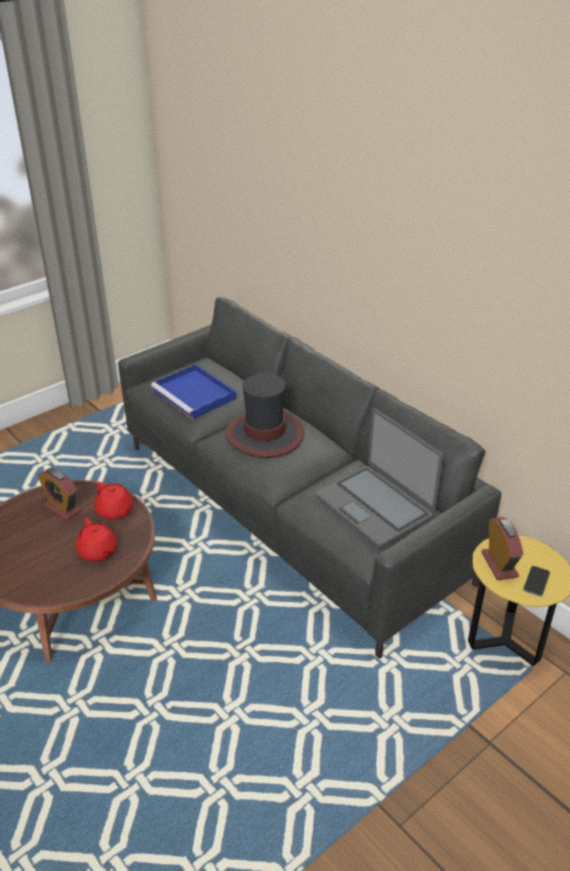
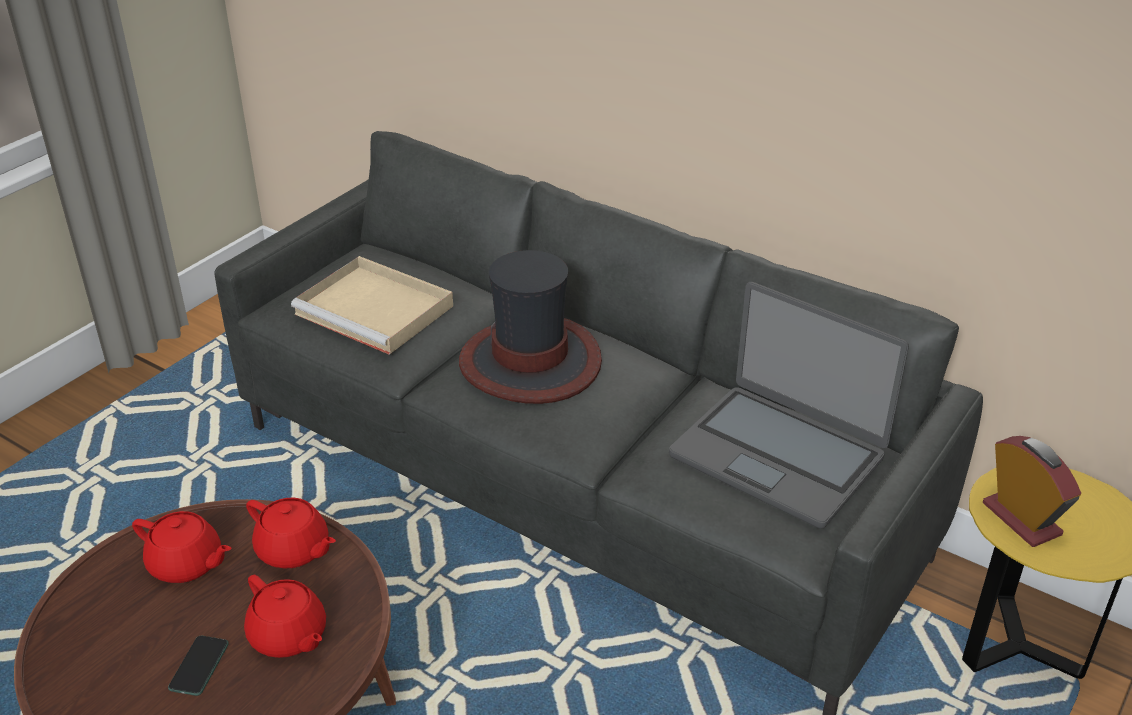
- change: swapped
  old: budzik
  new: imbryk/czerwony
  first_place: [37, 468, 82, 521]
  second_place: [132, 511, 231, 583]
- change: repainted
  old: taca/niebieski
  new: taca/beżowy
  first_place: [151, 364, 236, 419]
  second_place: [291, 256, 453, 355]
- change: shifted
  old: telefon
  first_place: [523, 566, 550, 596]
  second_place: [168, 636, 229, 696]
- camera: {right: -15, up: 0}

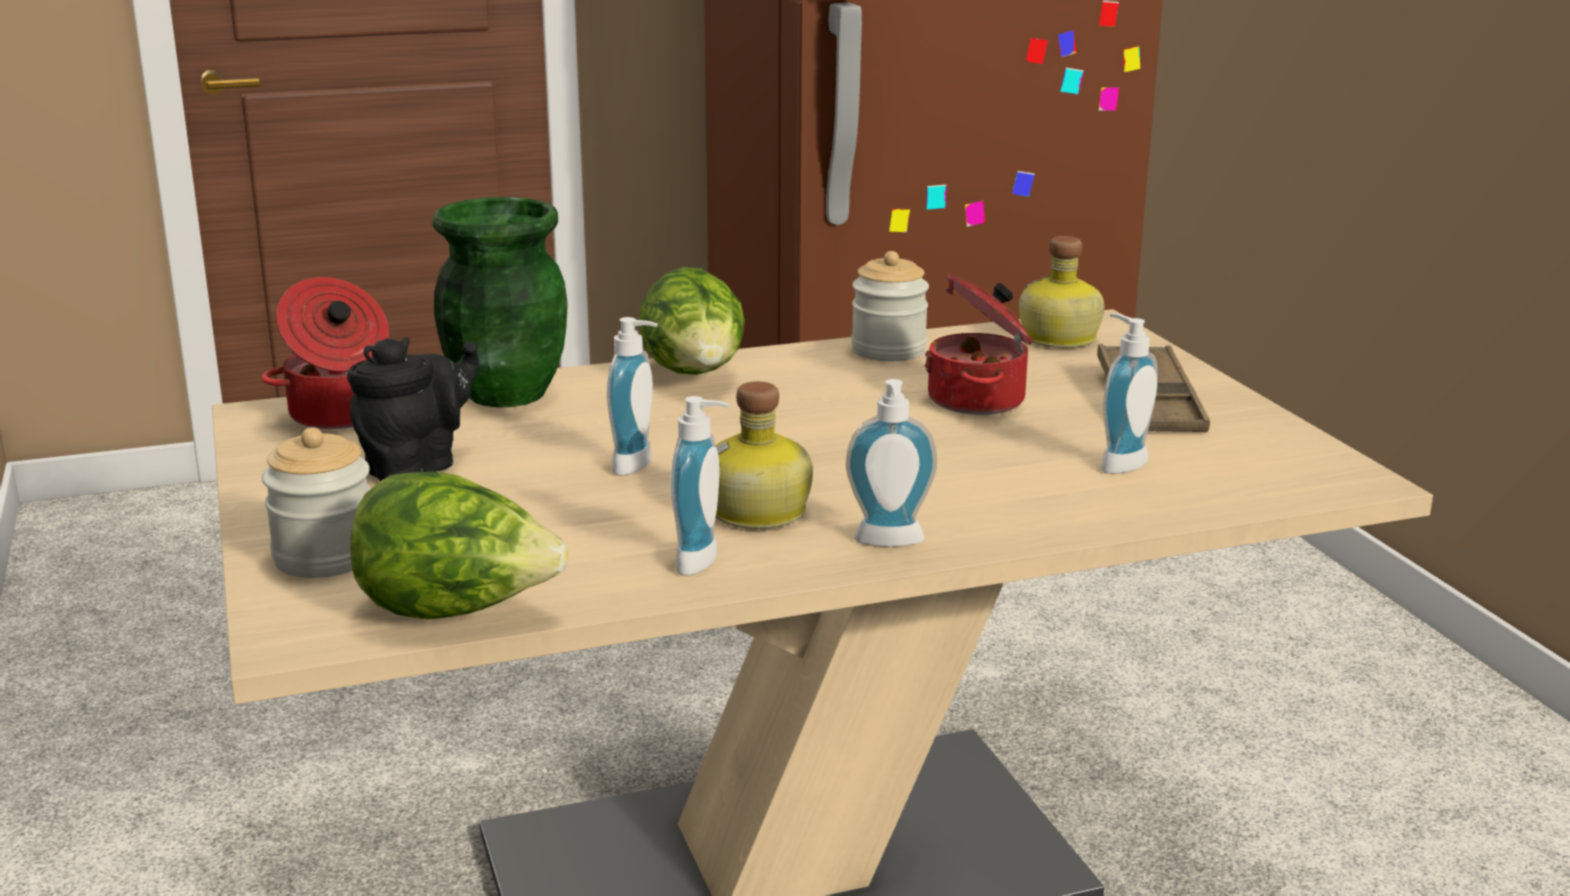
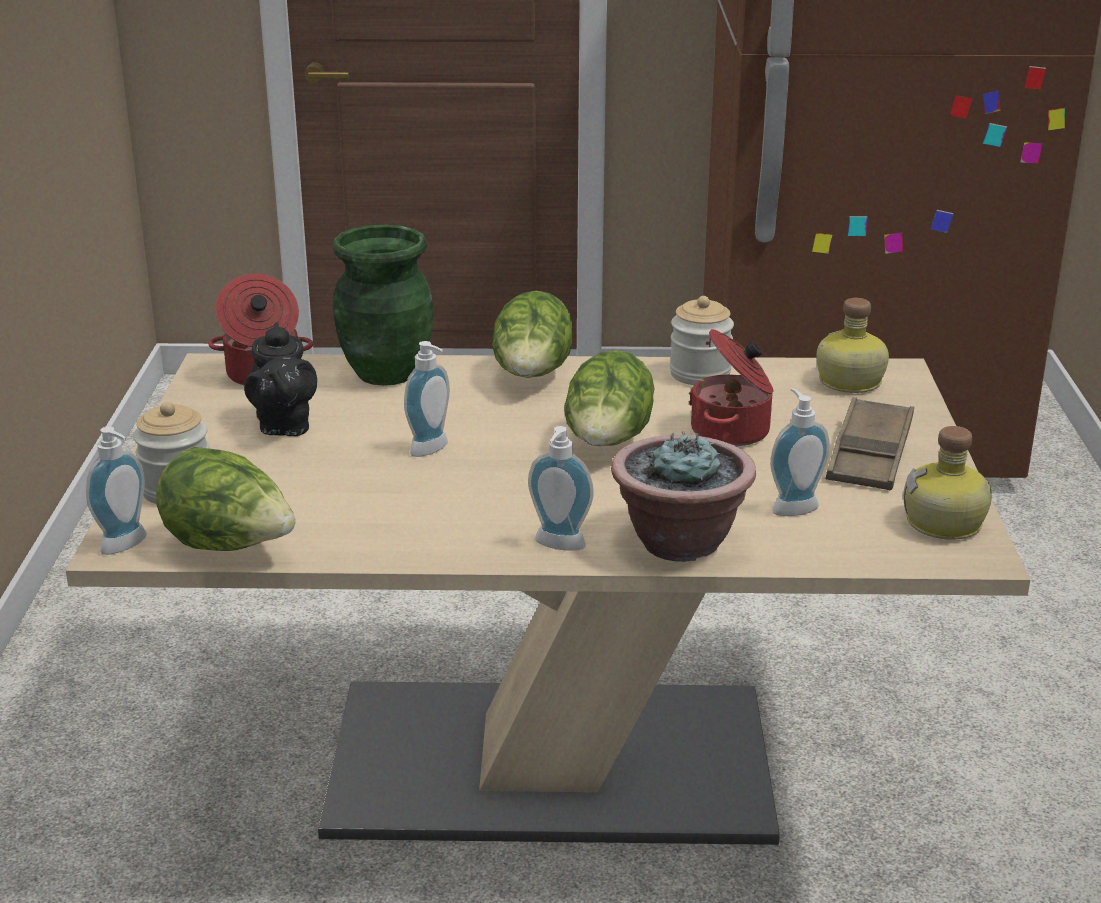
- change: rotated
  old: imbryk/czarny
  first_place: [347, 337, 479, 481]
  second_place: [244, 322, 317, 436]
  degrees: 105
- change: shifted
  old: dozownik mydła
  first_place: [670, 396, 730, 575]
  second_place: [86, 426, 147, 555]
- change: shifted
  old: butelka
  first_place: [716, 381, 813, 529]
  second_place: [903, 426, 992, 540]
- change: new
  new: sałata
  second_place: [564, 350, 655, 446]
- change: new
  new: roślina doniczkowa
  second_place: [611, 431, 756, 562]
- camera: {right: 20, up: 5}

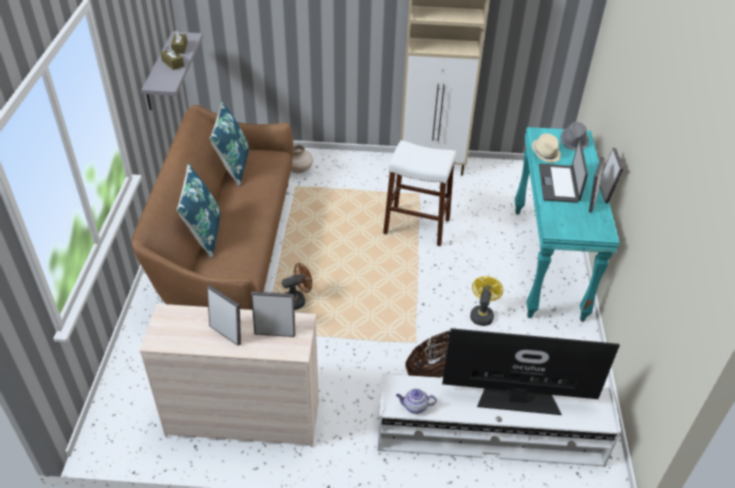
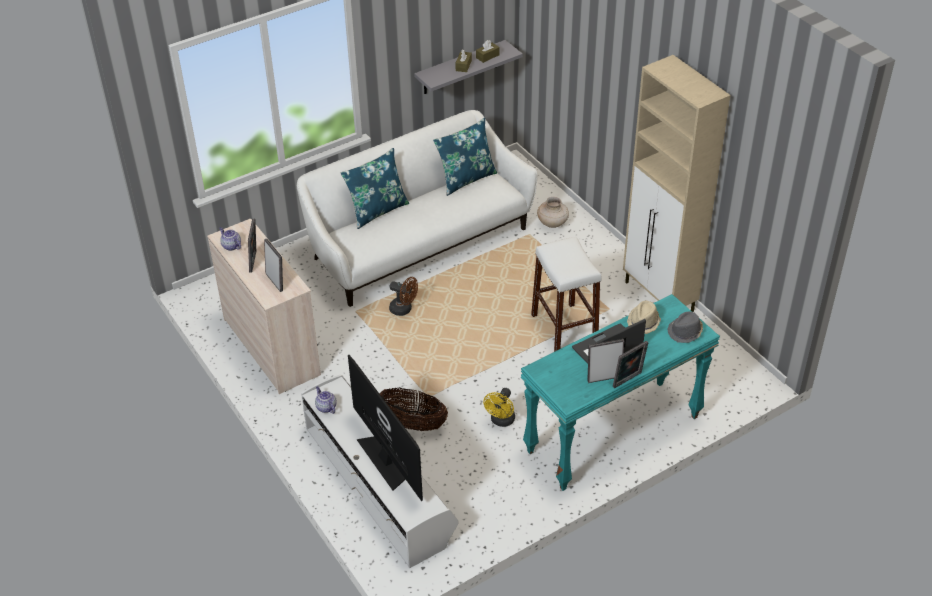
- change: repainted
  old: kanapa/brązowy
  new: kanapa/biały
  first_place: [131, 105, 293, 310]
  second_place: [297, 110, 537, 307]
- change: rotated
  old: wentylator/żółty
  first_place: [470, 276, 503, 326]
  second_place: [483, 388, 515, 427]
  degrees: 135
- change: new
  new: imbryk
  second_place: [219, 227, 241, 251]
- camera: {right: 55, up: 0}

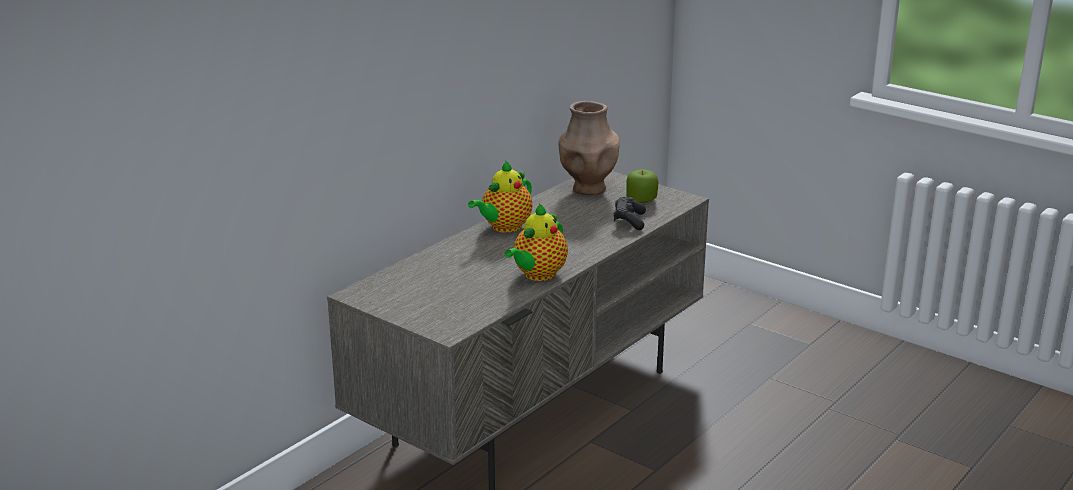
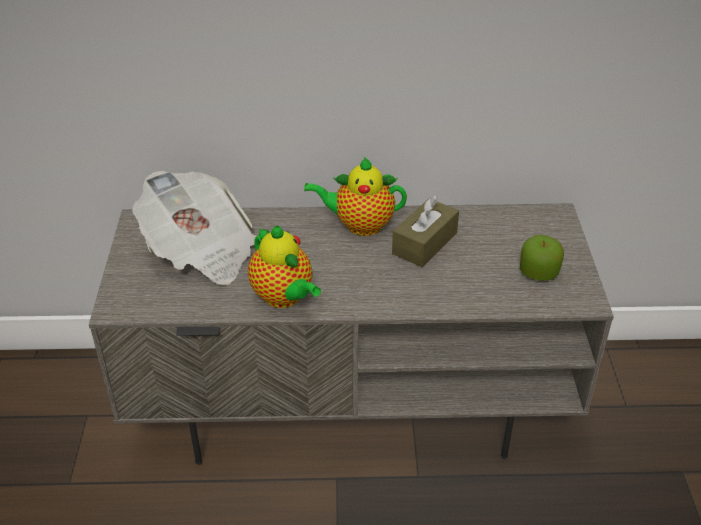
- change: rotated
  old: imbryk
  first_place: [505, 204, 568, 281]
  second_place: [248, 225, 321, 308]
  degrees: -120
- change: gone
  old: wazon/brązowy
  first_place: [559, 101, 620, 195]
- change: gone
  old: pad do gier/czarny
  first_place: [614, 197, 646, 230]
- change: new
  new: gazeta
  second_place: [133, 170, 256, 285]
- change: new
  new: pudełko chusteczek/brązowy
  second_place: [392, 195, 459, 267]
- camera: {right: 50, up: 15}

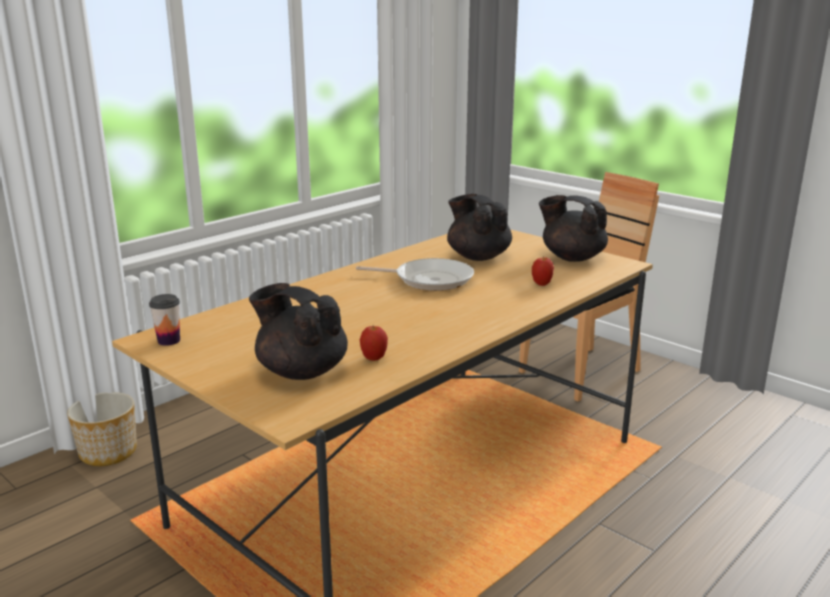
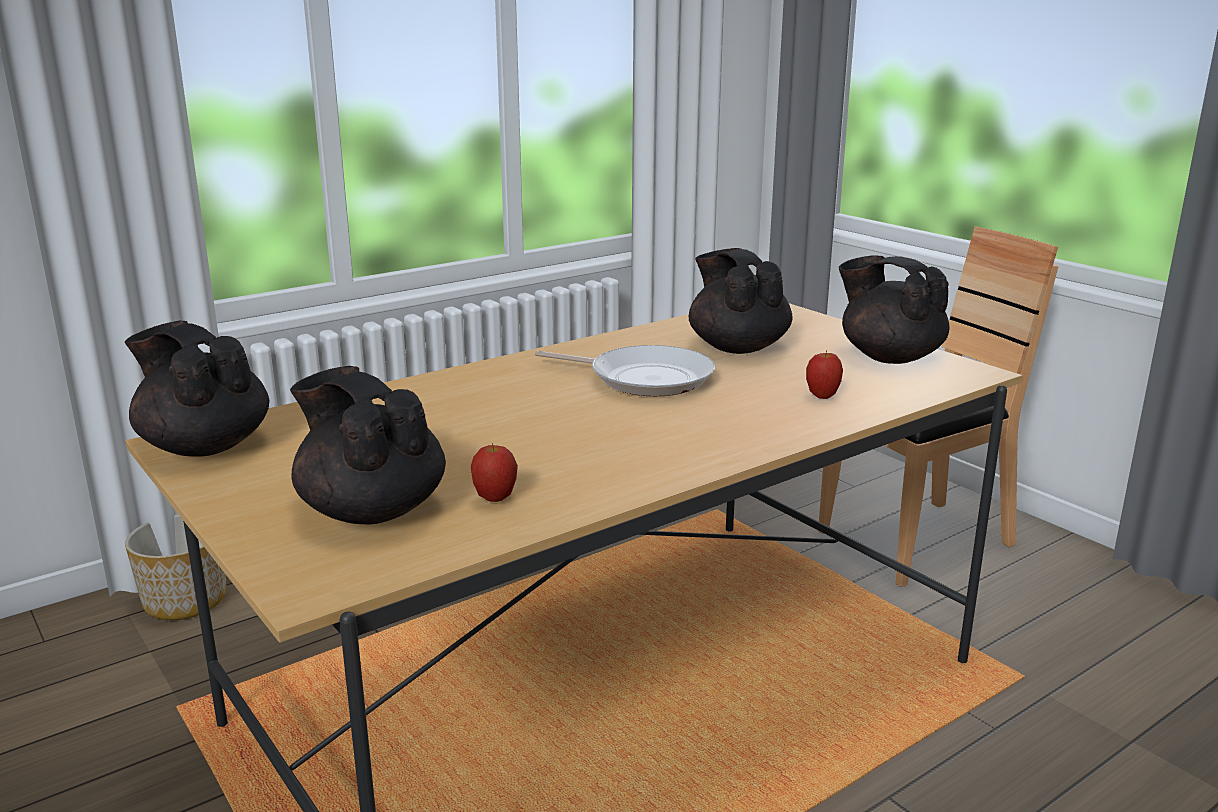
- change: swapped
  old: filiżanka
  new: imbryk/czarny
  first_place: [149, 294, 180, 346]
  second_place: [125, 321, 269, 457]
- camera: {right: 10, up: 0}

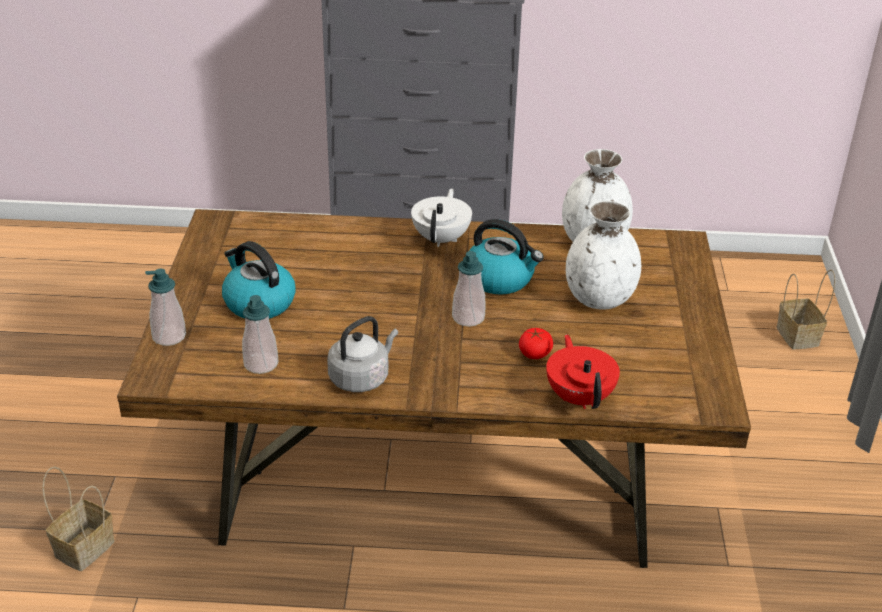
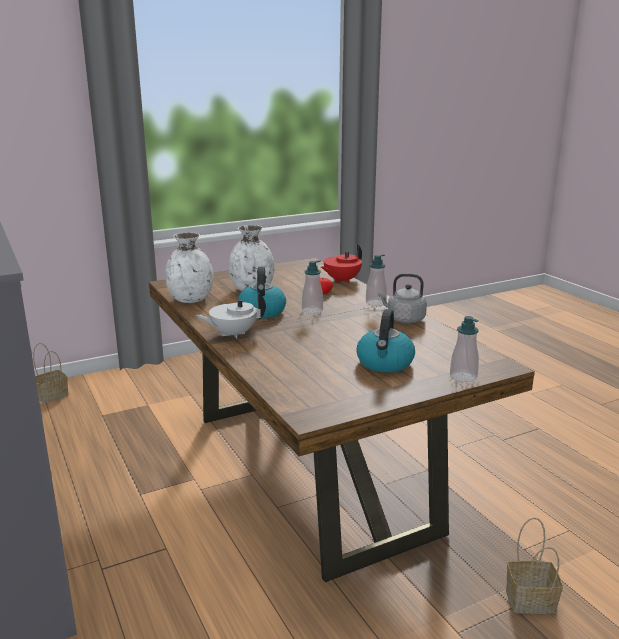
- change: shifted
  old: dozownik mydła
  first_place: [242, 295, 278, 374]
  second_place: [366, 254, 387, 306]
- camera: {right: -120, up: -15}

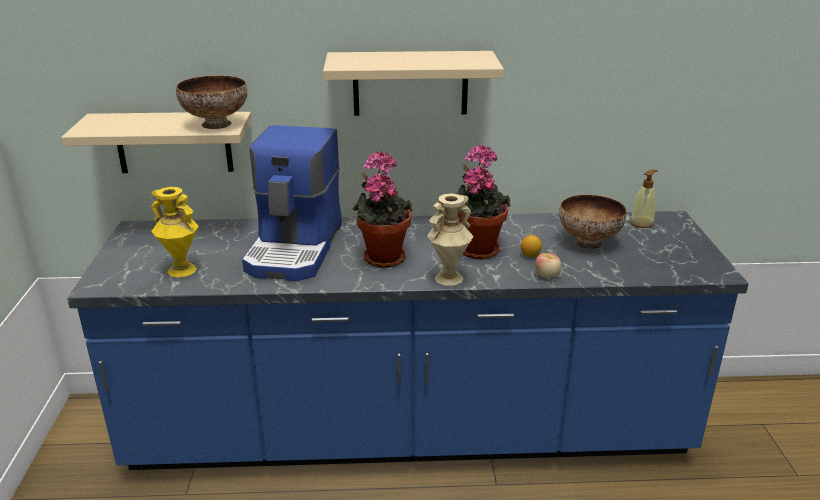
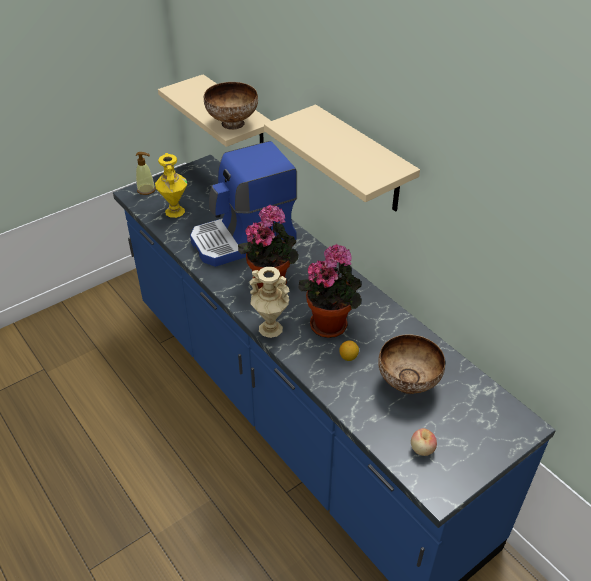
- change: shifted
  old: jabłko
  first_place: [535, 253, 561, 278]
  second_place: [411, 428, 437, 456]
- change: shifted
  old: dozownik mydła
  first_place: [630, 169, 657, 228]
  second_place: [136, 152, 155, 195]
- camera: {right: 55, up: 15}

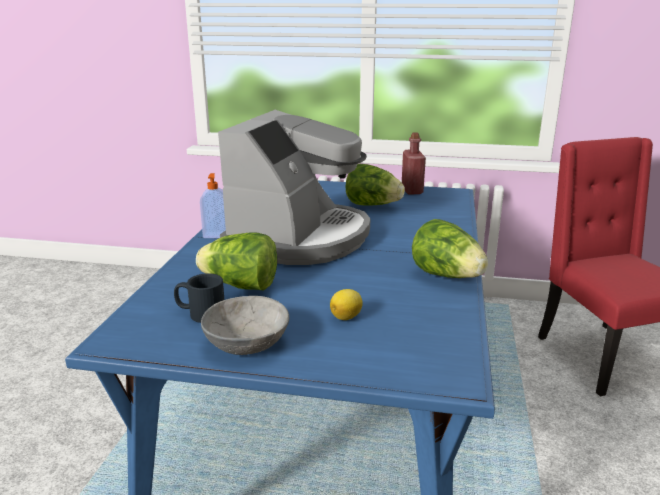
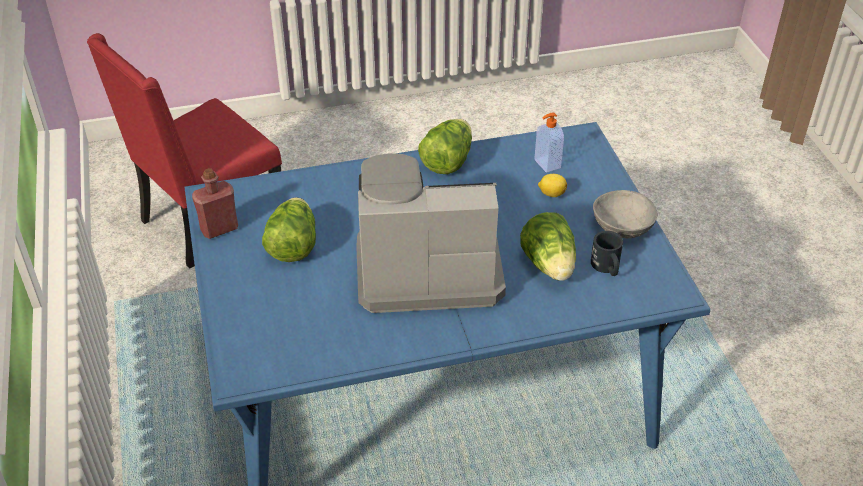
- change: shifted
  old: dozownik mydła
  first_place: [200, 173, 226, 238]
  second_place: [534, 112, 564, 173]
- camera: {right: -115, up: 20}

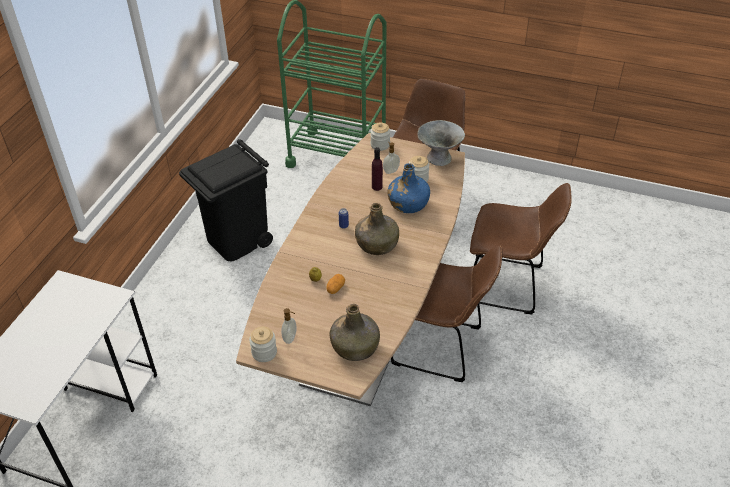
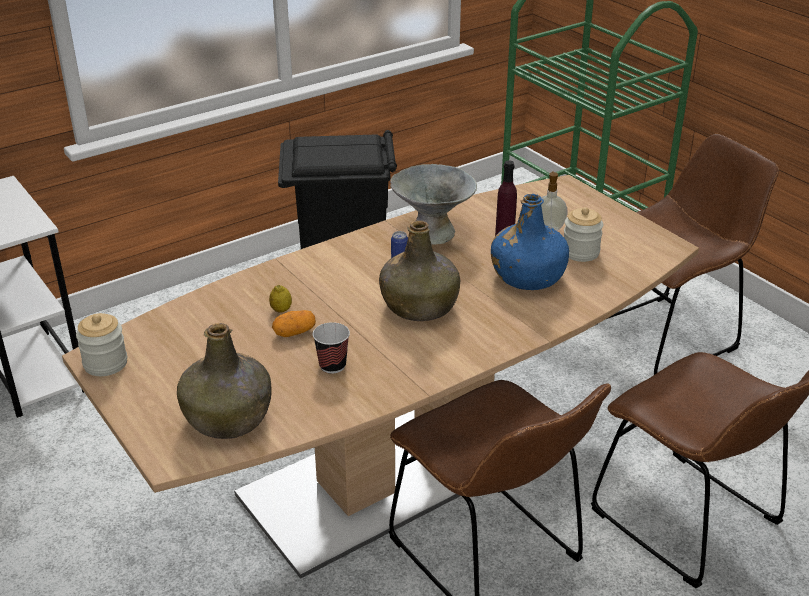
- change: gone
  old: dozownik mydła
  first_place: [281, 308, 296, 344]
- change: gone
  old: słoik
  first_place: [370, 122, 390, 151]
- change: shifted
  old: miska/szary
  first_place: [417, 120, 465, 166]
  second_place: [390, 164, 477, 245]
- change: new
  new: filiżanka
  second_place: [313, 322, 350, 374]
- camera: {right: 35, up: -10}

